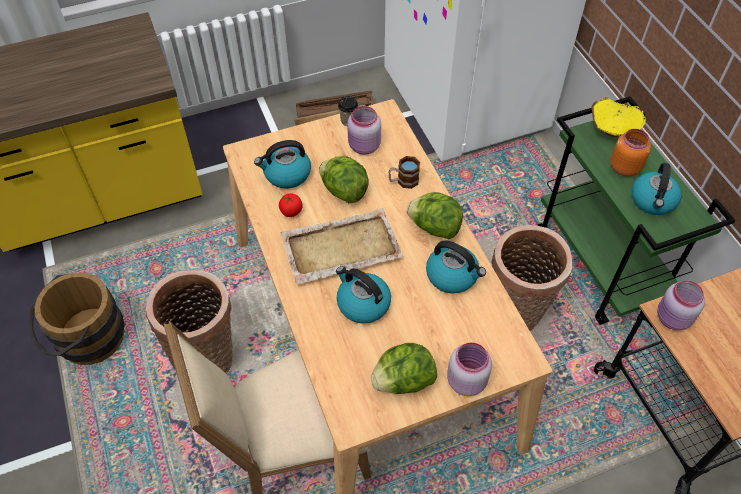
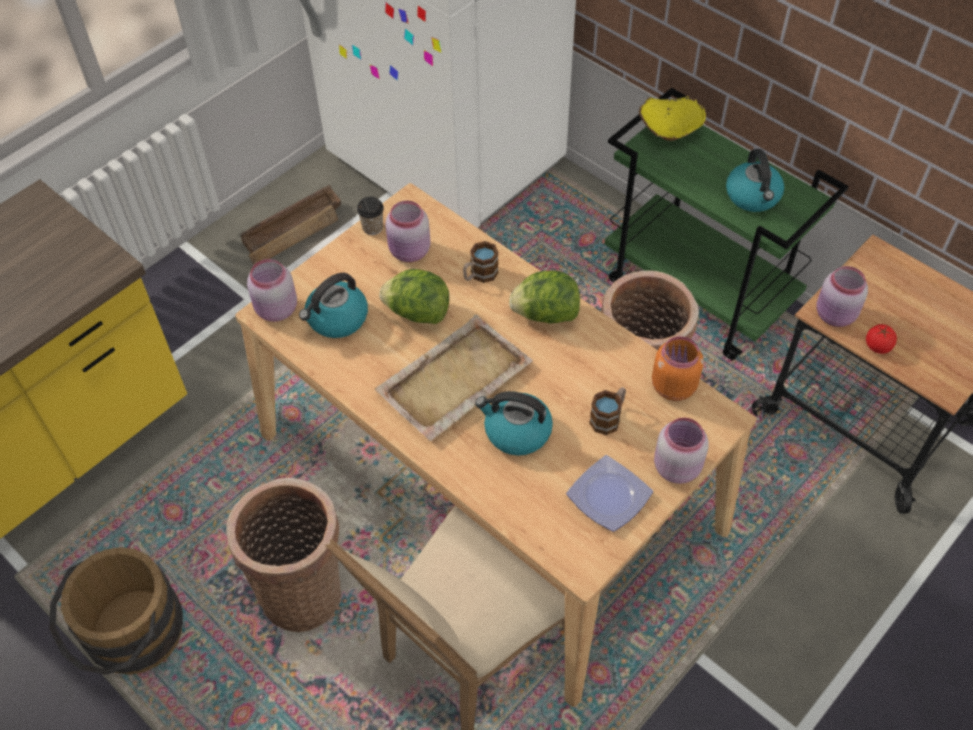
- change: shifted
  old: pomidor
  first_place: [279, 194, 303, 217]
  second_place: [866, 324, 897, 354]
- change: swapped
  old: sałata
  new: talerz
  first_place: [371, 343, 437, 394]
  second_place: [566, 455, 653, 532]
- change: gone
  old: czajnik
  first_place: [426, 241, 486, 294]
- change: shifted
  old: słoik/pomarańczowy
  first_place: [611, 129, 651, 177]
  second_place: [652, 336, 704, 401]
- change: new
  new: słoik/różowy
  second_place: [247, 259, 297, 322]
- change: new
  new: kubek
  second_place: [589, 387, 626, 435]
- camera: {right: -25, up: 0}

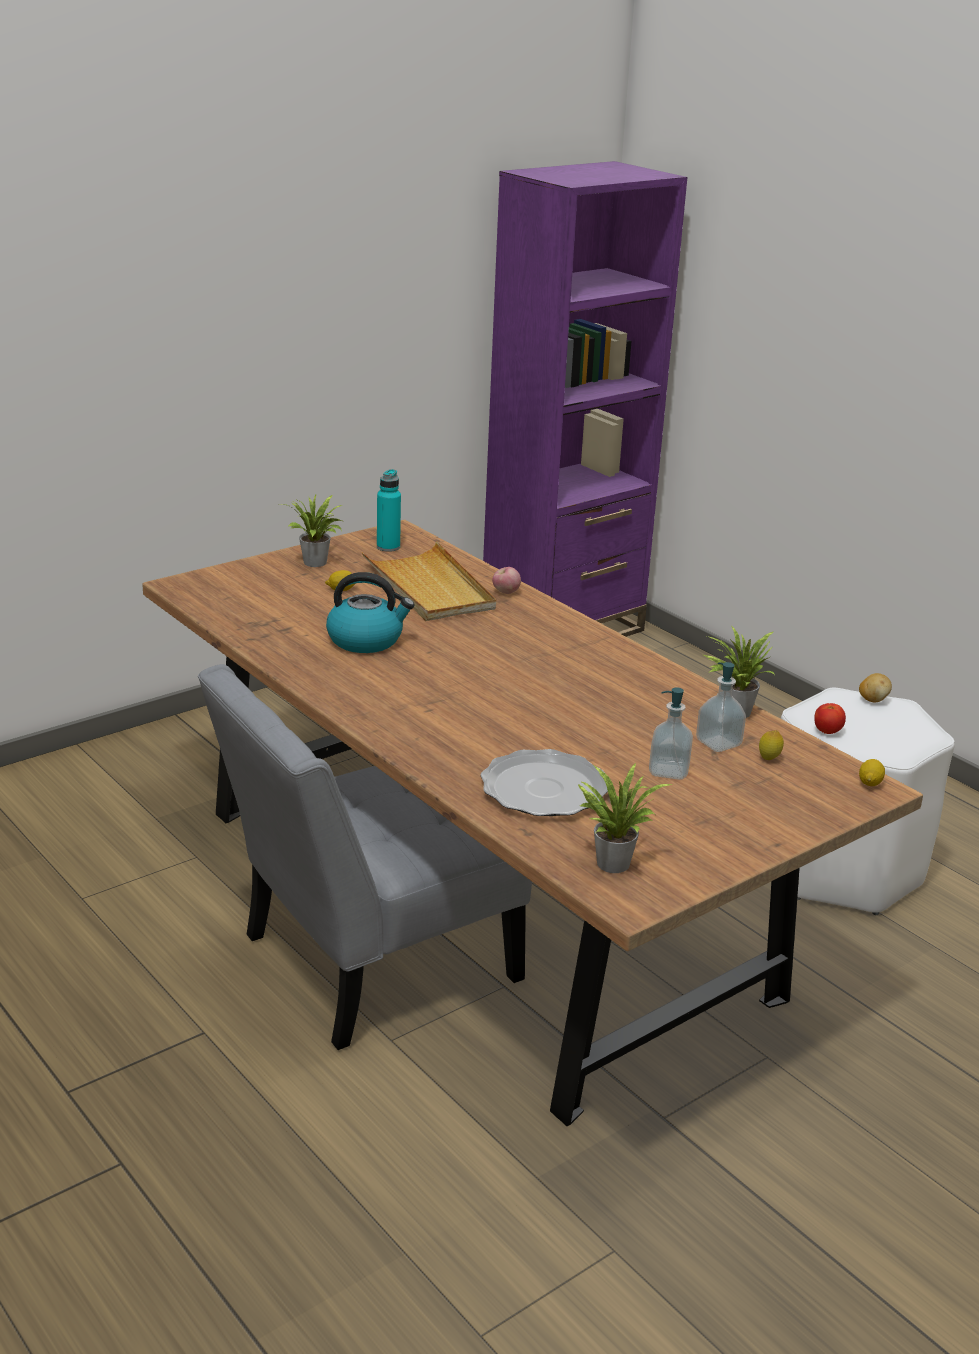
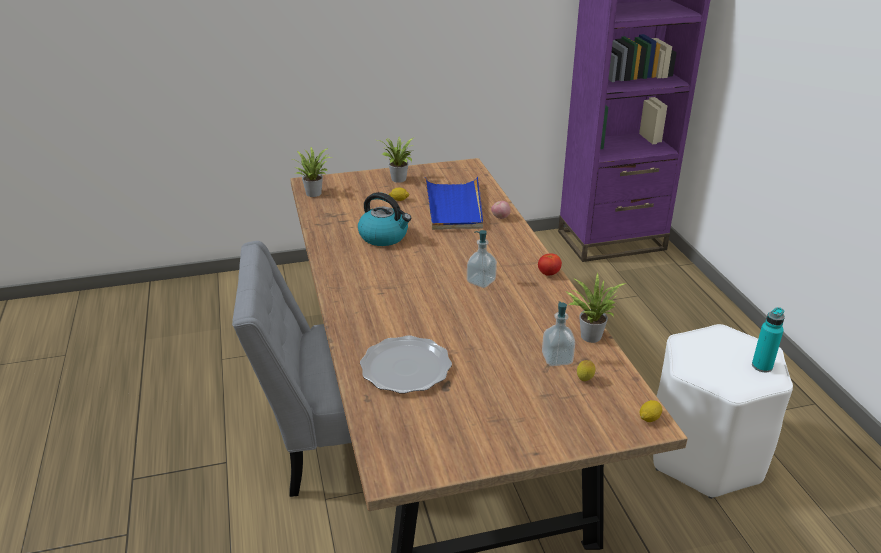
- change: repainted
  old: taca/beżowy
  new: taca/niebieski
  first_place: [362, 541, 496, 621]
  second_place: [425, 176, 483, 230]
- change: shifted
  old: butelka/turkusowy
  first_place: [377, 469, 401, 552]
  second_place: [752, 307, 785, 372]
- change: shifted
  old: roślina doniczkowa
  first_place: [578, 763, 672, 873]
  second_place: [293, 147, 331, 197]
- change: shifted
  old: dozownik mydła
  first_place: [649, 687, 693, 780]
  second_place: [467, 230, 497, 288]
- change: shifted
  old: pomidor
  first_place: [814, 703, 846, 734]
  second_place: [538, 253, 562, 276]
- change: gone
  old: ziemniak
  first_place: [859, 673, 892, 702]
- camera: {right: 25, up: 5}

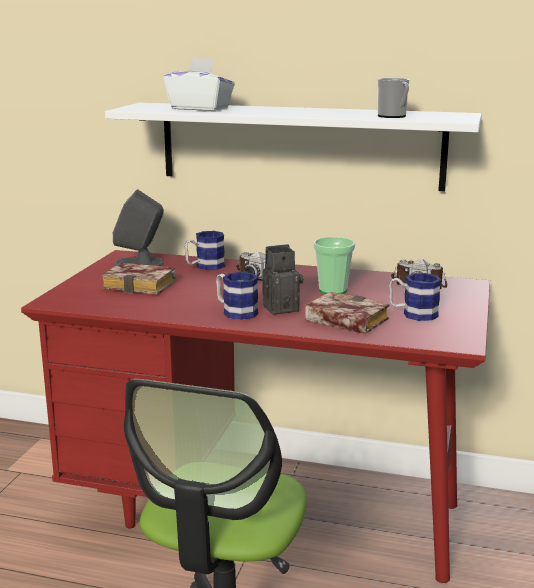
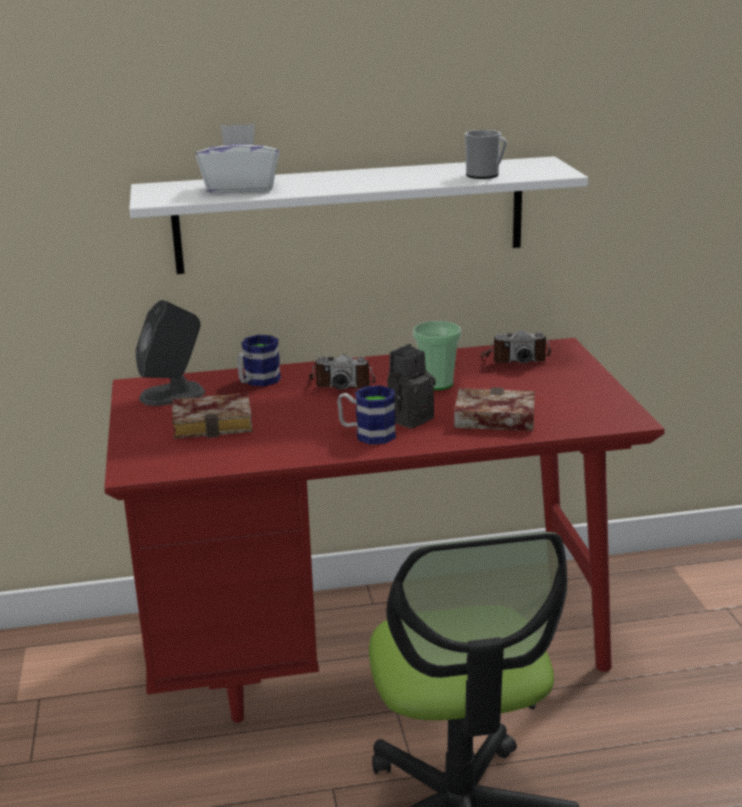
- change: gone
  old: kubek
  first_place: [389, 273, 441, 321]
- camera: {right: -25, up: 5}

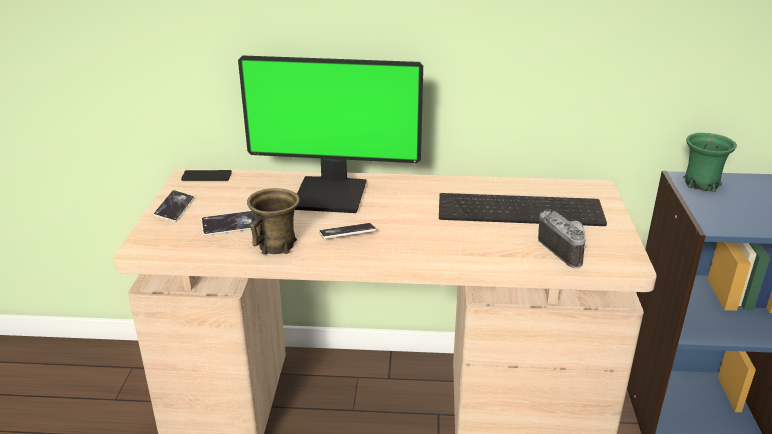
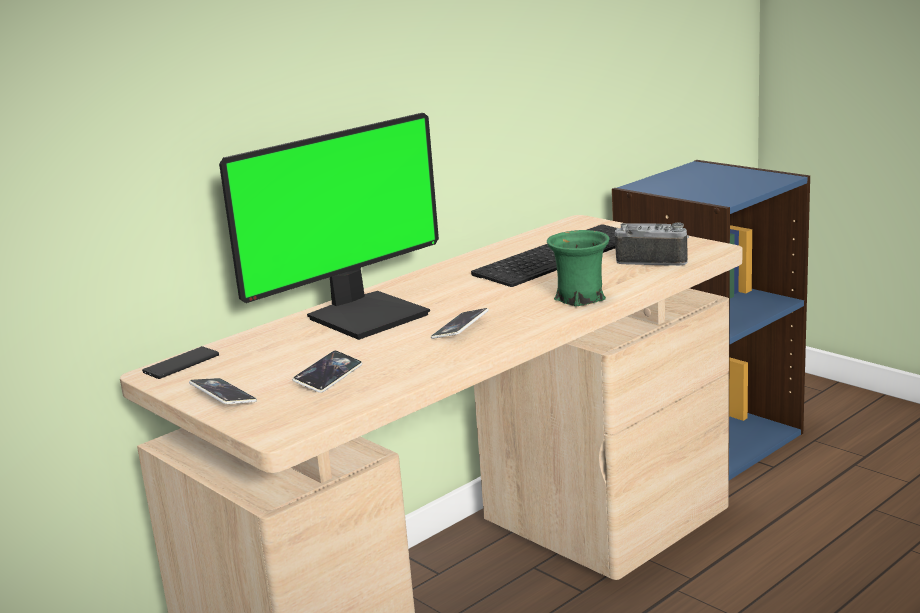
- change: gone
  old: kubek/brązowy
  first_place: [247, 188, 300, 255]
- change: shifted
  old: kubek/zielony
  first_place: [683, 133, 737, 192]
  second_place: [547, 230, 610, 306]
- camera: {right: -45, up: -10}

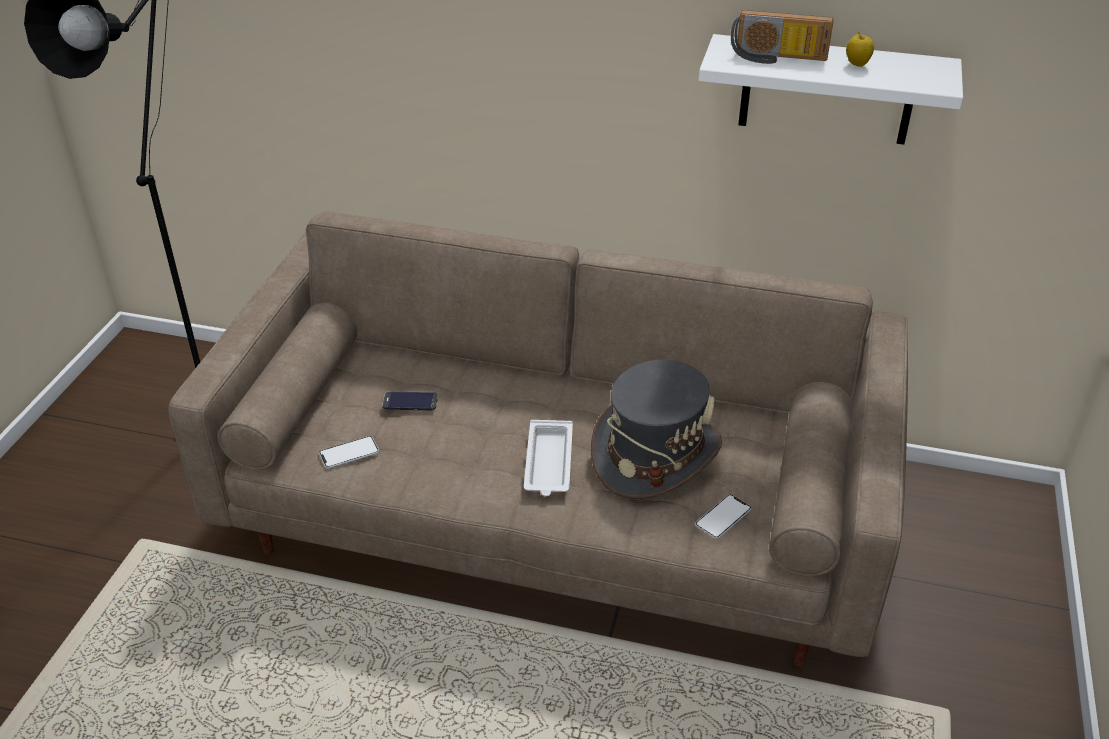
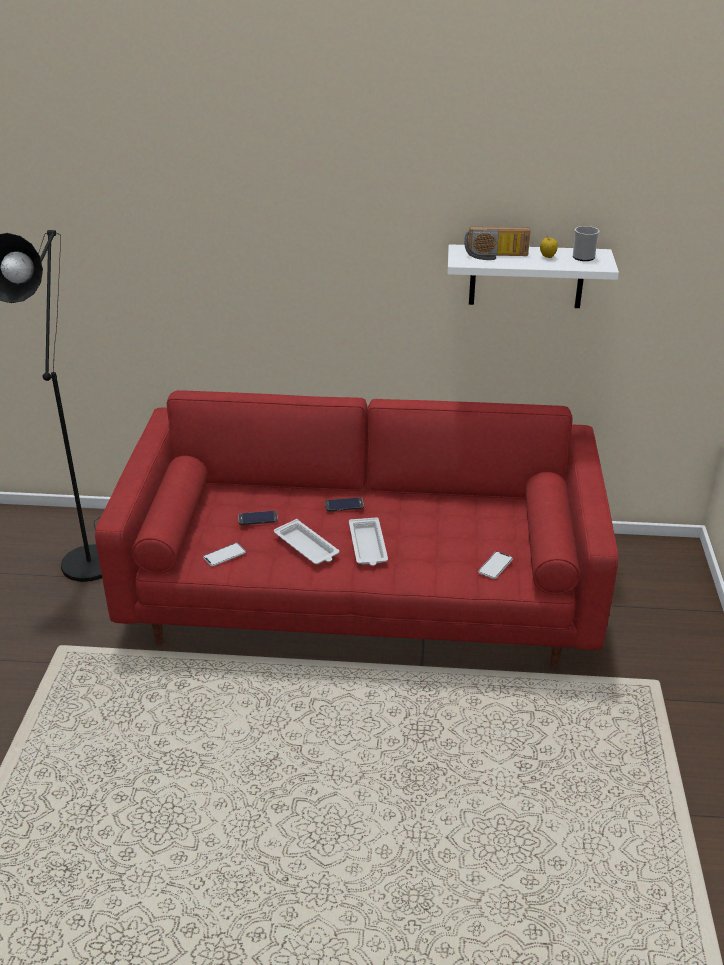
- change: repainted
  old: kanapa/beżowy
  new: kanapa/czerwony
  first_place: [168, 211, 908, 667]
  second_place: [95, 390, 618, 668]
- change: gone
  old: kapelusz/szary
  first_place: [591, 359, 722, 499]
- change: new
  new: taca/biały
  second_place: [274, 519, 339, 564]
- change: new
  new: telefon
  second_place: [325, 497, 364, 511]
- change: new
  new: kubek
  second_place: [573, 226, 600, 261]
- camera: {right: -10, up: -5}

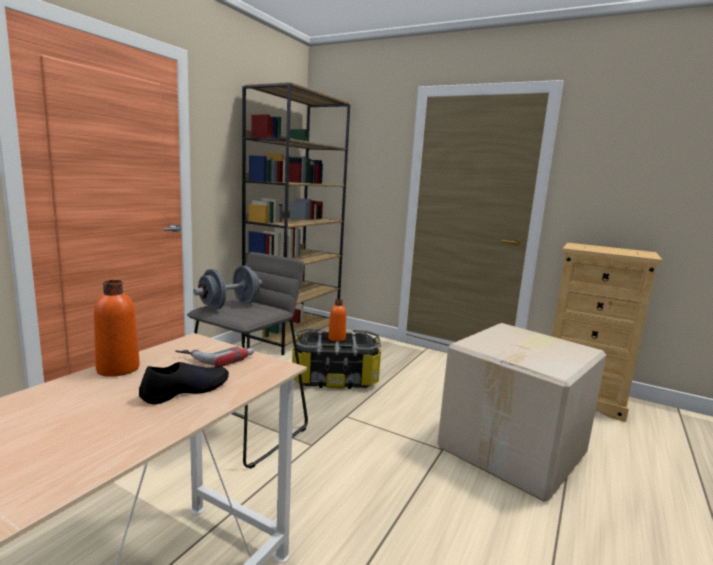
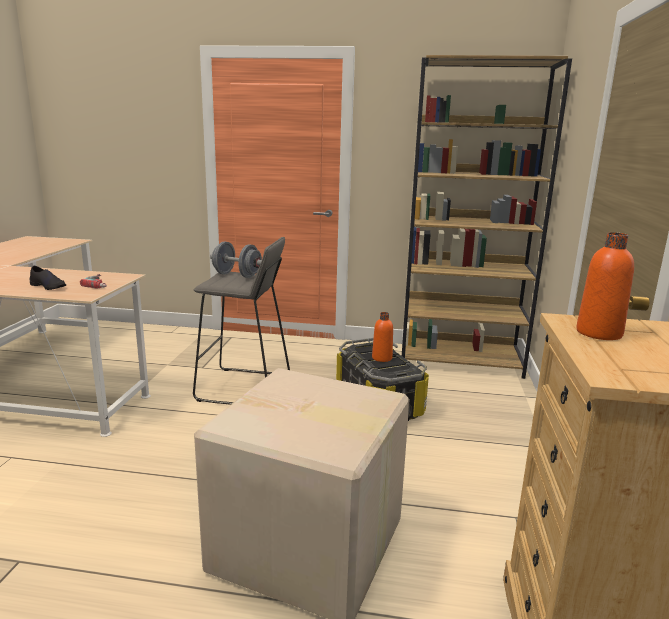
- change: shifted
  old: butelka/pomarańczowy
  first_place: [94, 280, 140, 377]
  second_place: [576, 232, 634, 340]
- camera: {right: 70, up: 5}

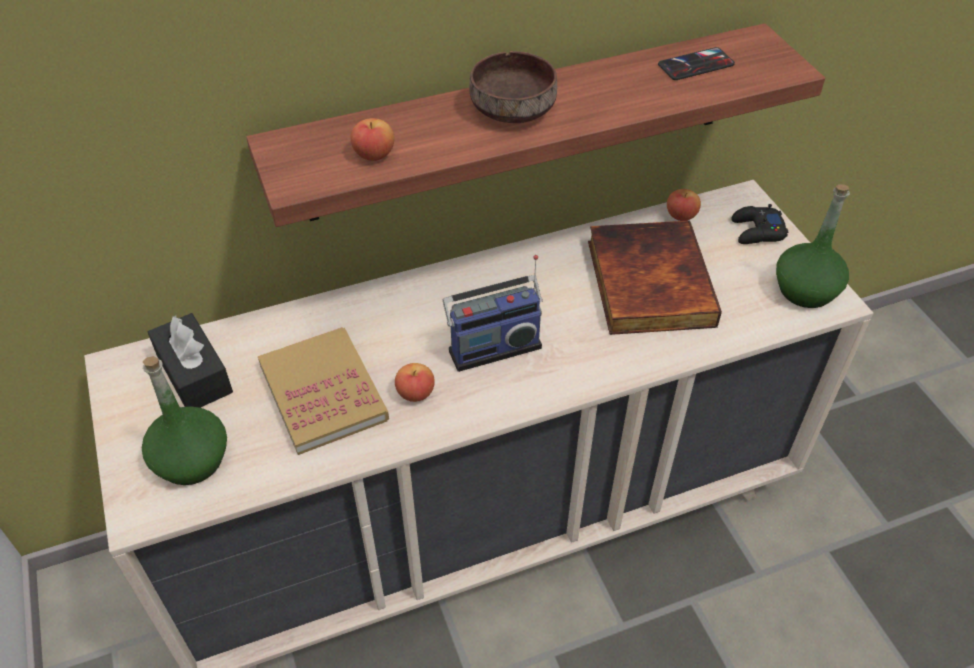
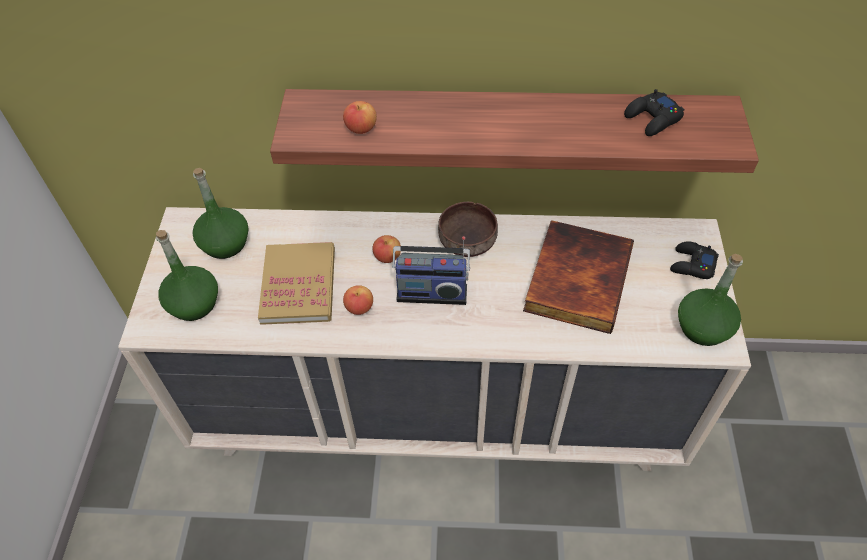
- change: swapped
  old: pudełko chusteczek/czarny
  new: butelka/zielony
  first_place: [148, 313, 233, 408]
  second_place: [192, 168, 249, 259]
- change: shifted
  old: miska/brązowy
  first_place: [470, 51, 557, 123]
  second_place: [438, 202, 498, 257]
- change: swapped
  old: telefon
  new: pad do gier/czarny
  first_place: [658, 47, 735, 80]
  second_place: [624, 89, 684, 136]
- change: shifted
  old: jabłko
  first_place: [667, 189, 701, 221]
  second_place: [373, 235, 401, 263]
- camera: {right: 25, up: 5}

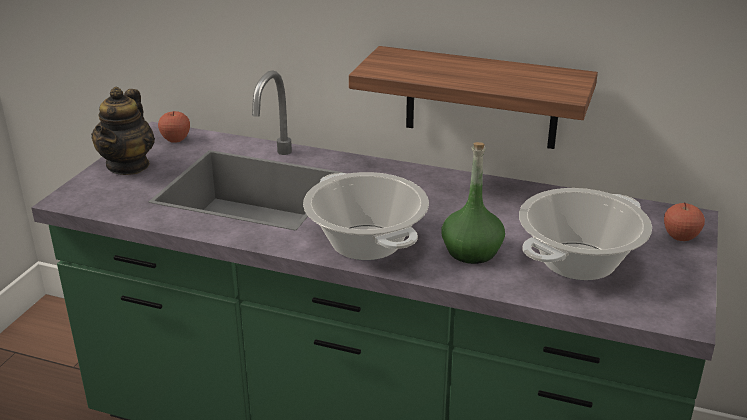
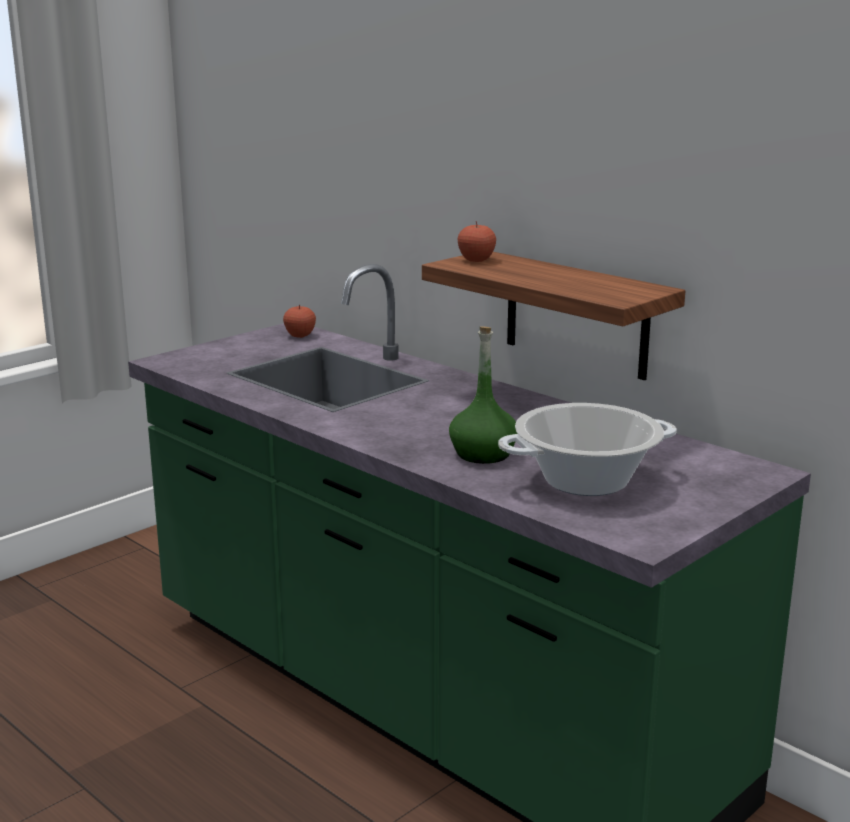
- change: gone
  old: imbryk
  first_place: [91, 87, 155, 175]
- change: gone
  old: garnek
  first_place: [303, 172, 429, 260]
- change: shifted
  old: jabłko
  first_place: [664, 202, 705, 241]
  second_place: [458, 221, 496, 262]
- camera: {right: 25, up: -10}

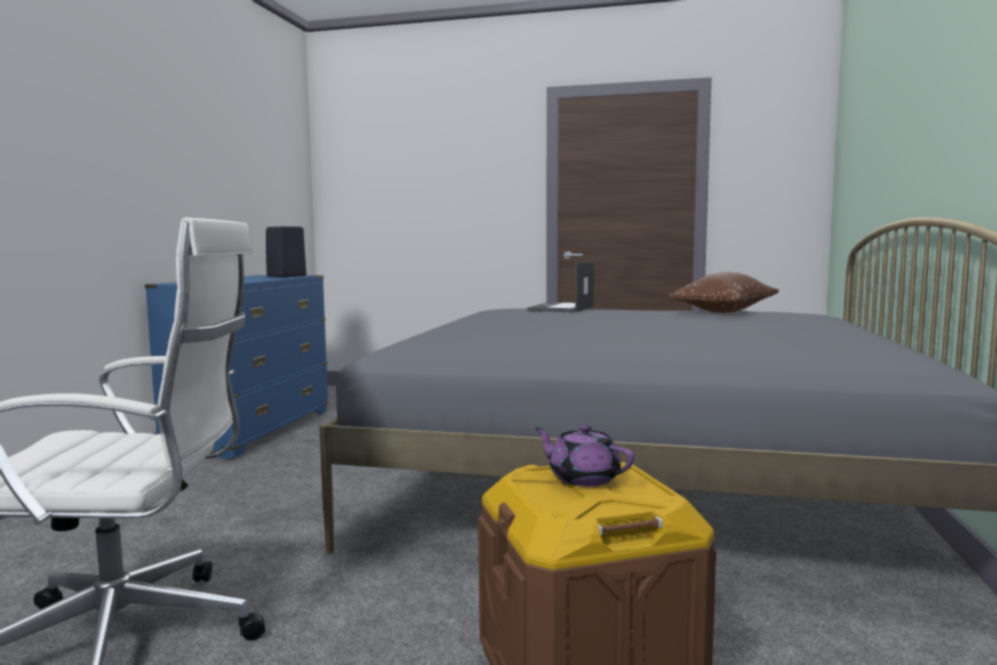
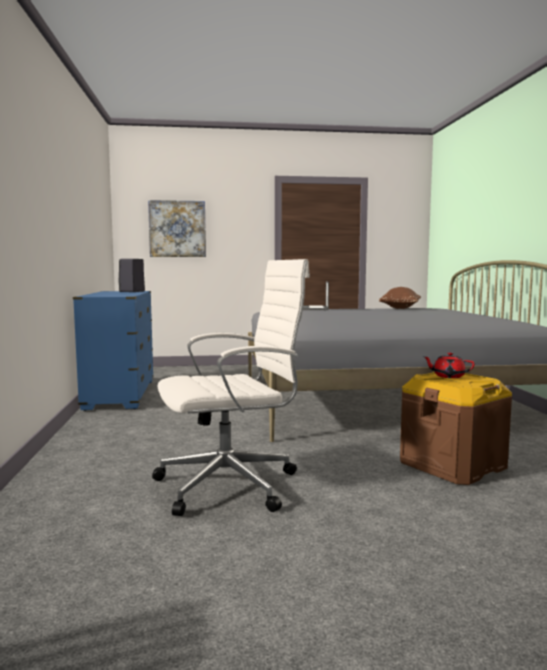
- change: repainted
  old: imbryk/fioletowy
  new: imbryk/czerwony
  first_place: [534, 425, 634, 487]
  second_place: [422, 352, 475, 378]
- change: new
  new: obraz
  second_place: [148, 200, 206, 257]
- camera: {right: -20, up: 0}

